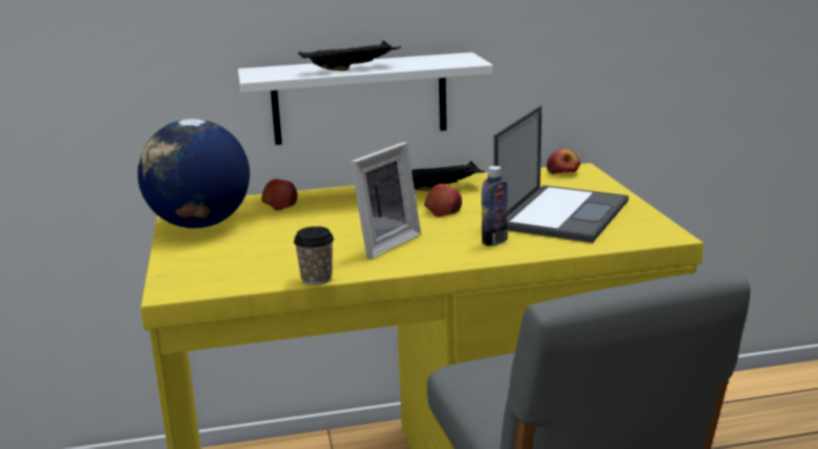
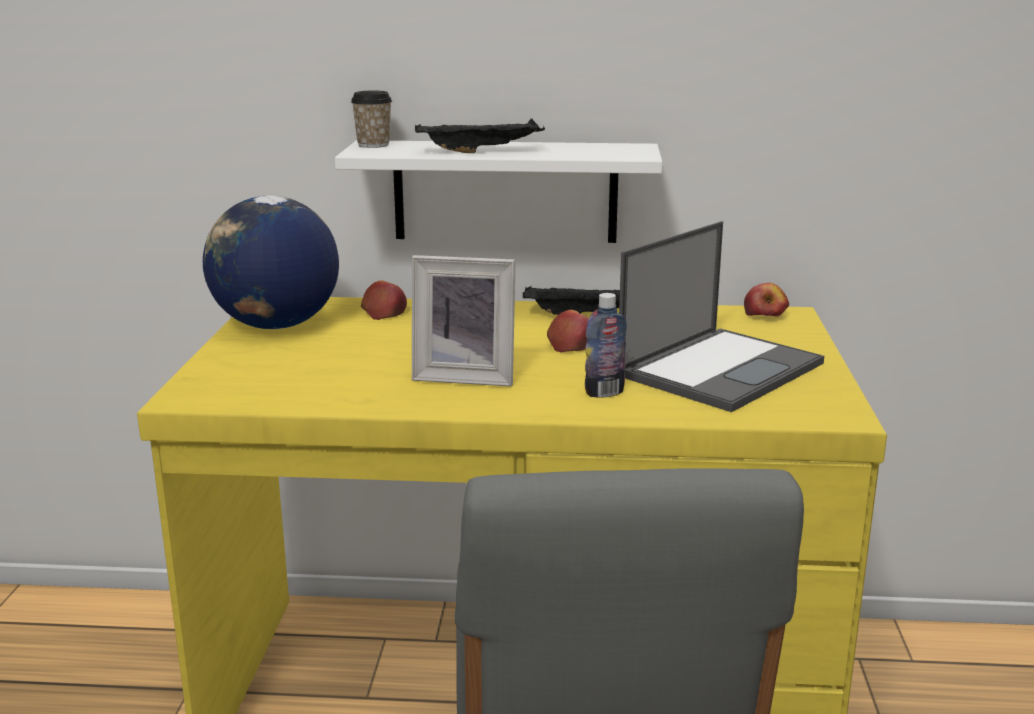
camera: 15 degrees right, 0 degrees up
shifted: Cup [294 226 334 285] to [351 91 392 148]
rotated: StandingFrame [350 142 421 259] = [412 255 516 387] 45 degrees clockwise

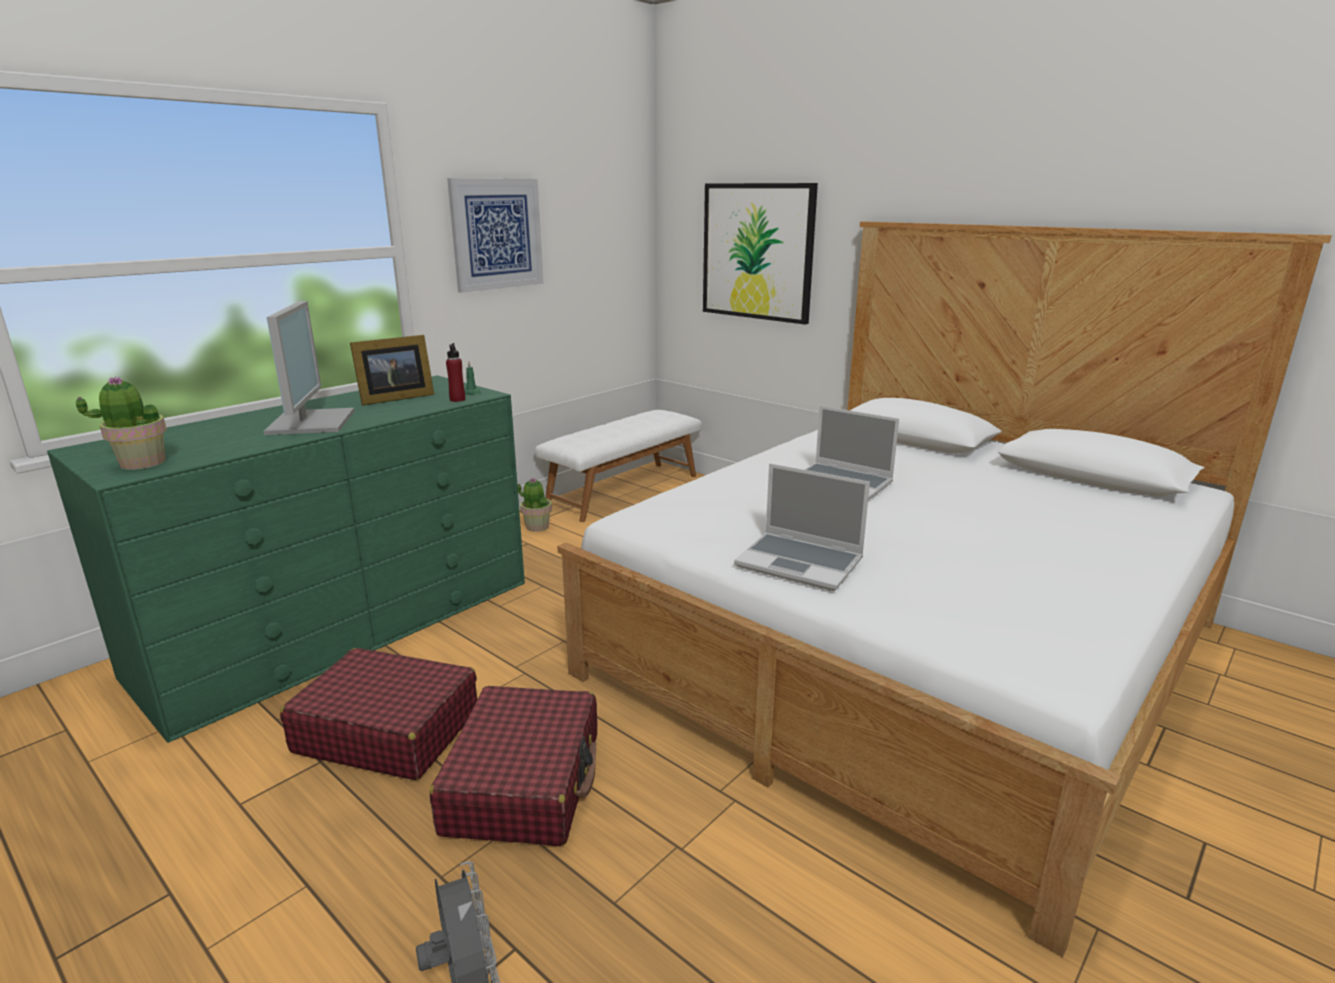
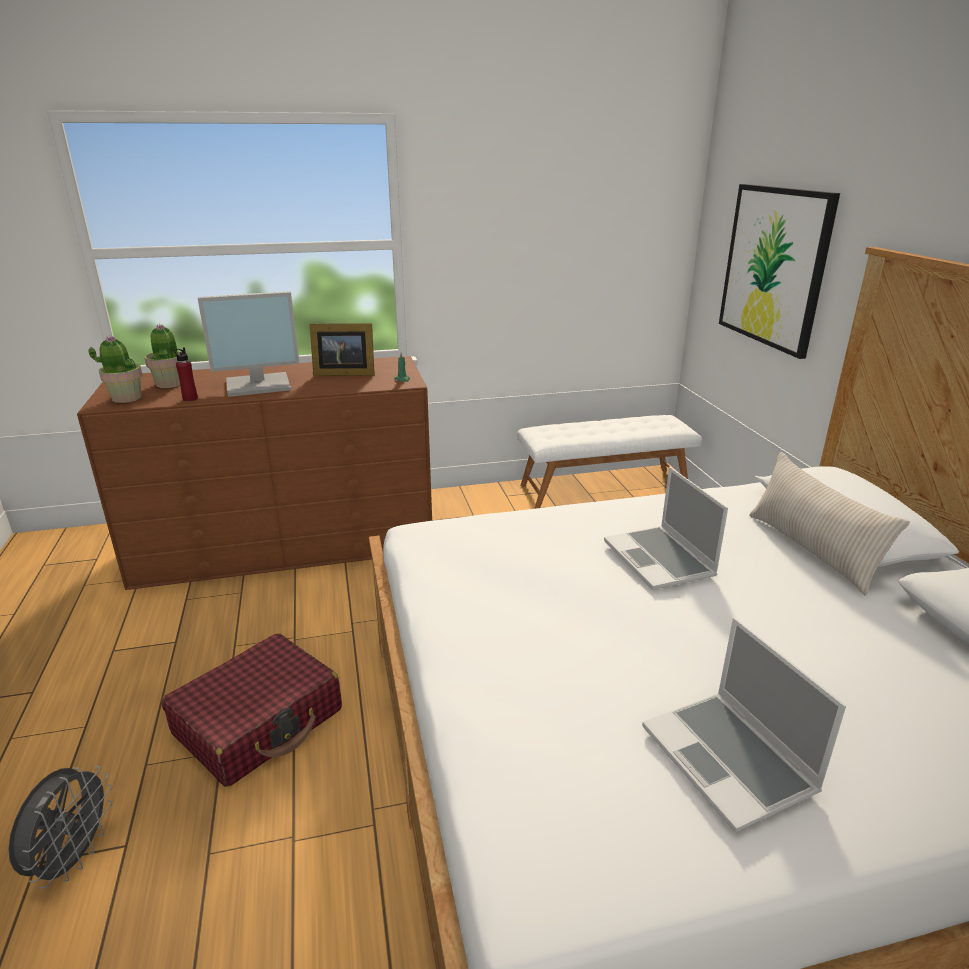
camera: 35 degrees right, 5 degrees up
gone: ReddishTravelCase [280 648 477 780]; WallArt [447 178 543 293]
new: BeigePillow [749 452 910 596]
shifted: Houseplant [517 478 552 532] to [144 324 182 388]; ReddishDrinkBottle [446 343 465 402] to [174 347 198 401]; PortableComputer [734 463 870 591] to [642 618 846 832]
repainted: GreenDrawerChest [47 375 525 743] to BrownColouredDrawerChest [77 356 432 590]
rotated: ComputerScreen [264 301 355 435] = [198 291 300 397] 45 degrees clockwise

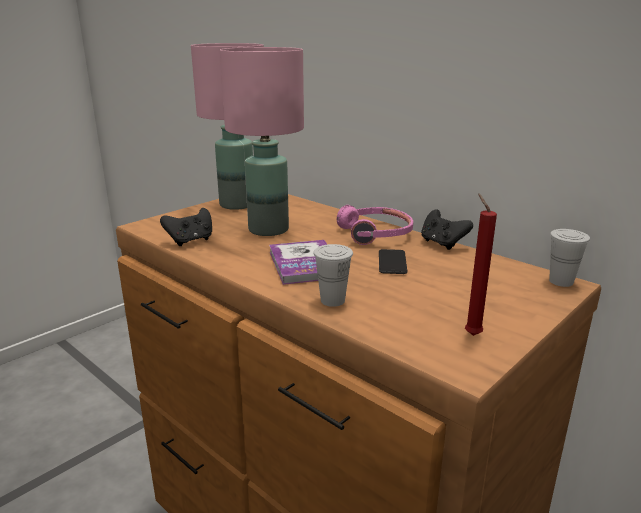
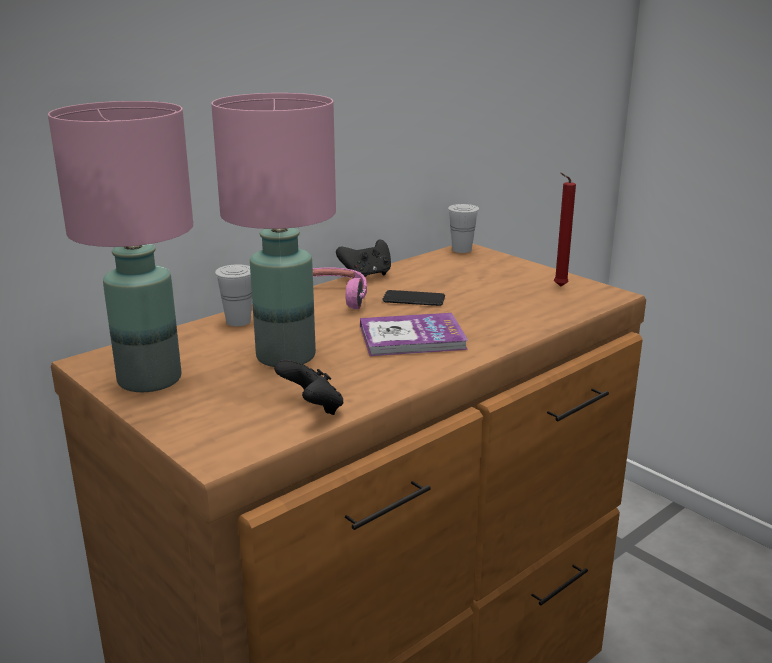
camera: 85 degrees left, 0 degrees up
shifted: WhiteCup [314 244 353 307] to [215 264 252 326]

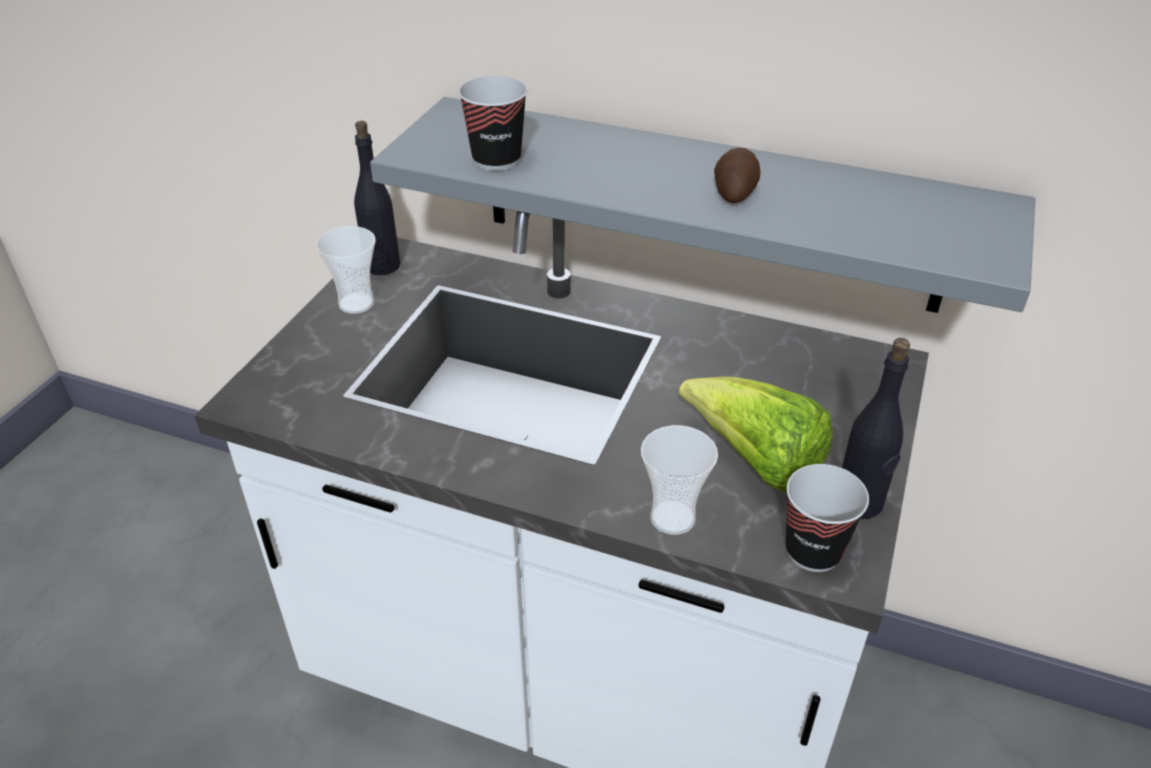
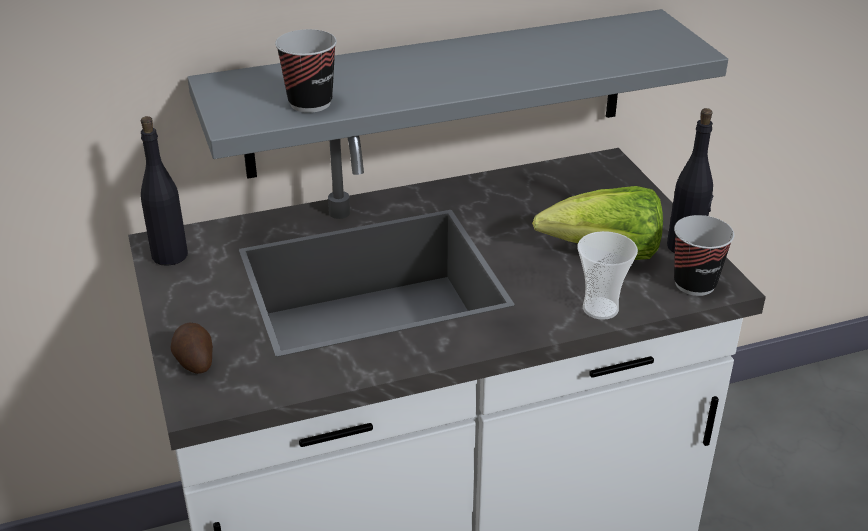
camera: 40 degrees left, 5 degrees down
gone: Cup [316 226 376 314]
shifted: WholePotato [714 148 761 203] to [170 323 213 374]

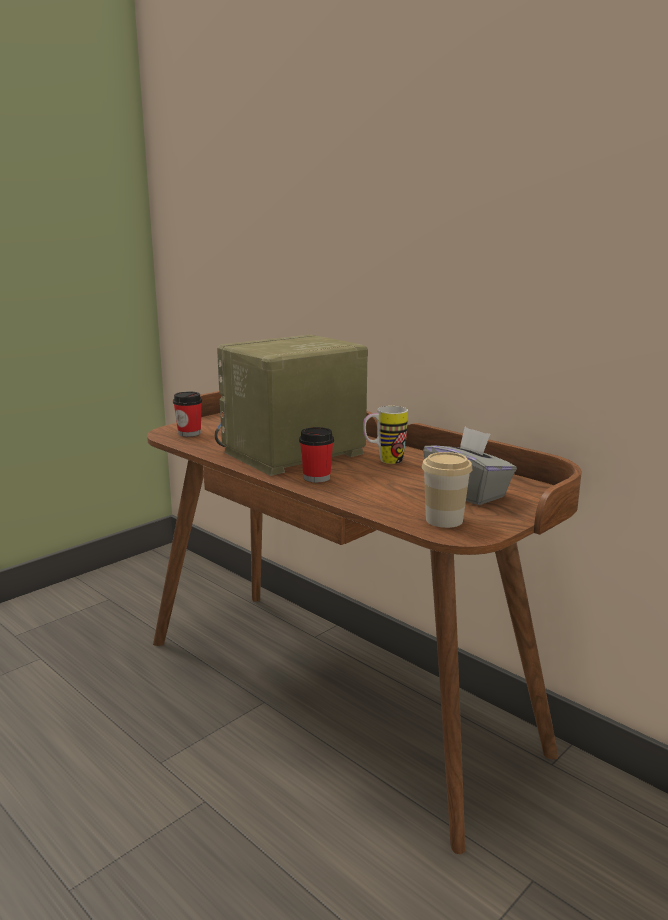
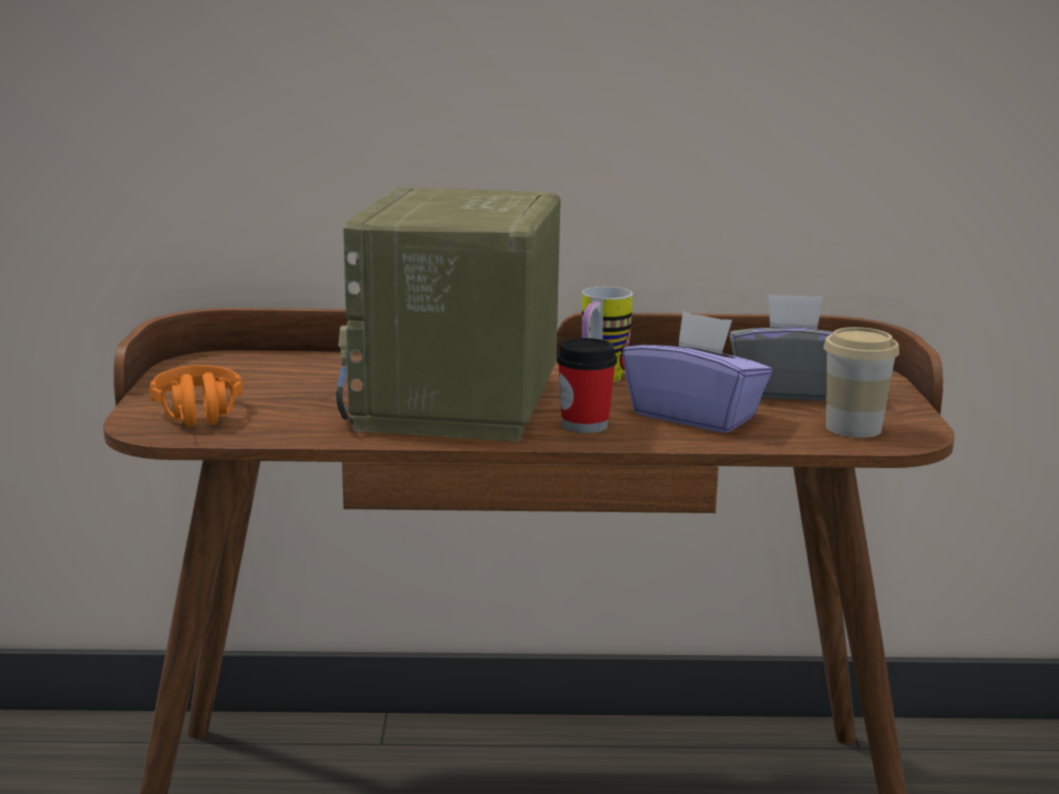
camera: 45 degrees left, 0 degrees up
new: PurpleColouredTissueBox [623 311 772 433]
swapped: Cup [173 392 202 437] to OrangeColouredHeadphones [149 365 243 427]

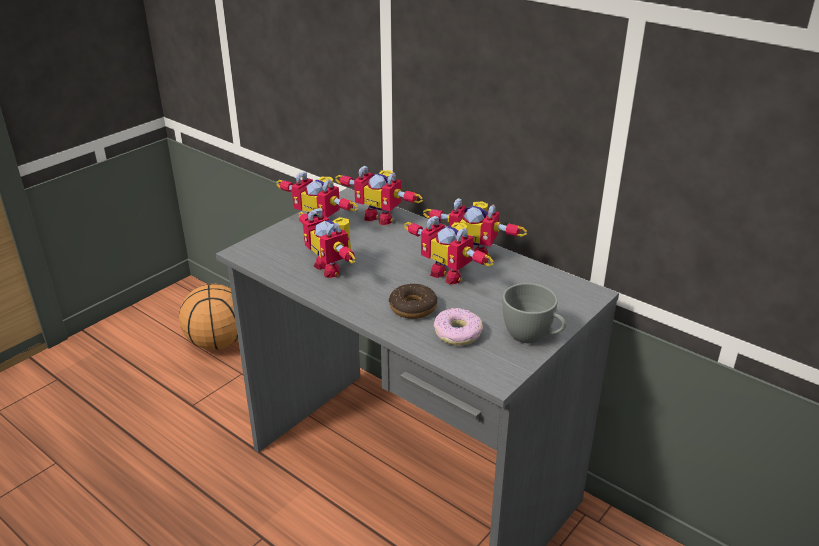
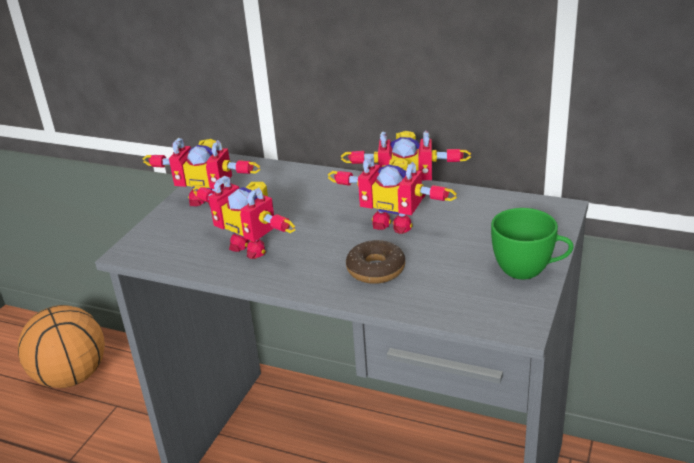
camera: 15 degrees left, 0 degrees up
gone: RobotFigure [335 166 423 225]; RingDoughnut [434 308 483 346]
repainted: GreyCup [503 283 566 343] to GreenCup [491 208 574 279]

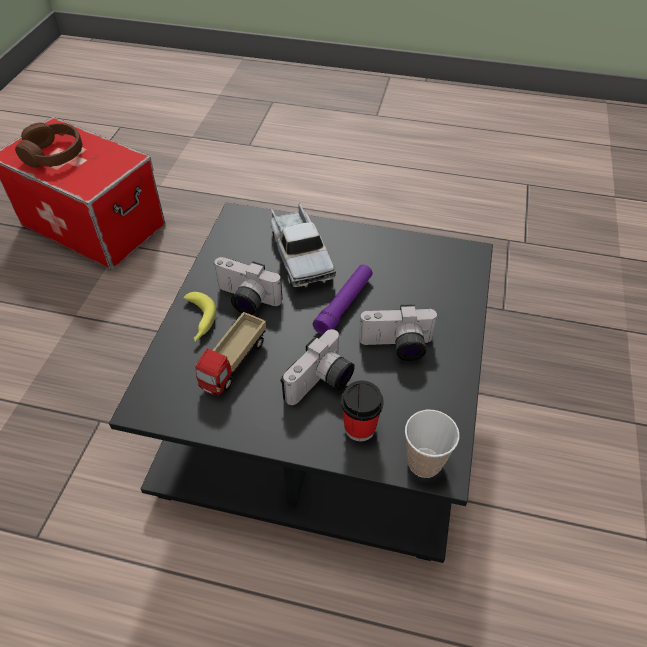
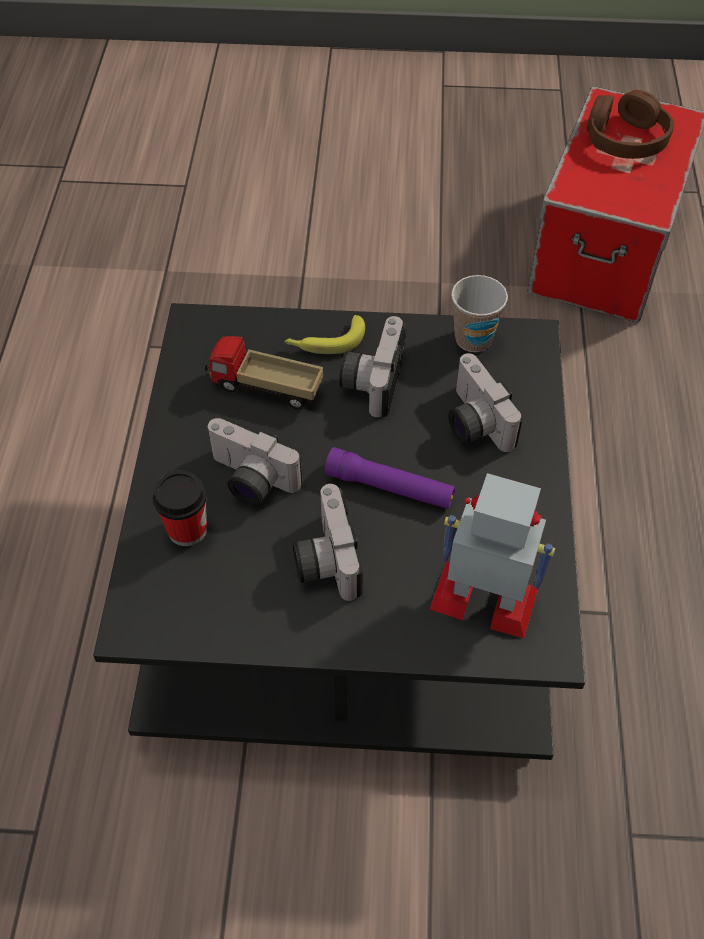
camera: 80 degrees right, 5 degrees up
new: RobotFigure [430 473 555 638]
shifted: Cup [405 410 460 478] to [451 275 508 352]
swapped: ModelTruck [271 203 336 288] to PhotoCamera [448 353 523 452]

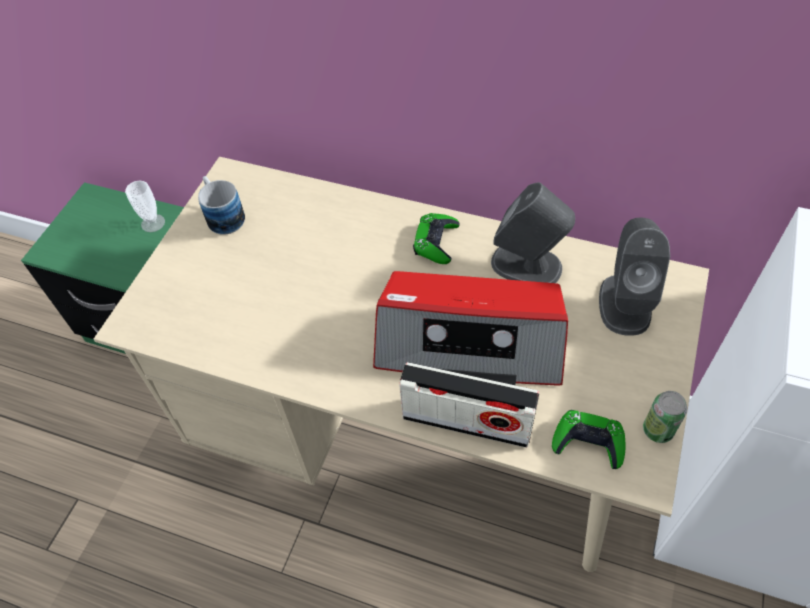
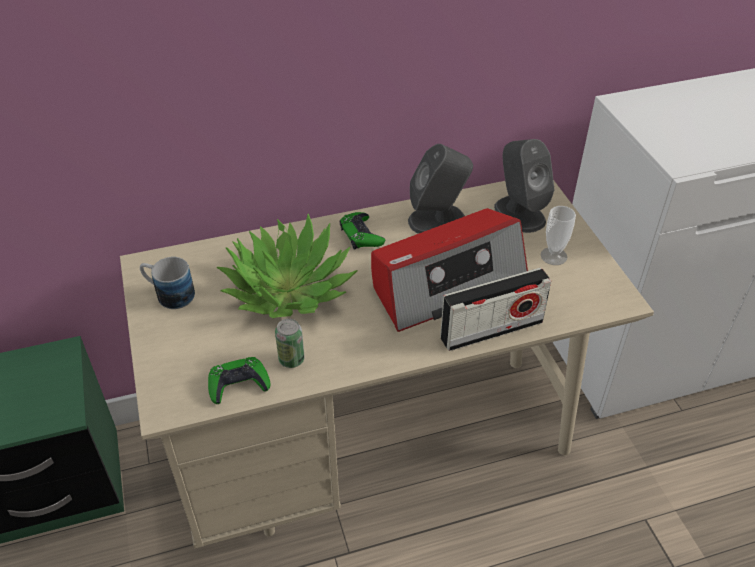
camera: 40 degrees left, 10 degrees down
new: Houseplant [216 214 357 318]
shifted: GreenJoypad [552 410 625 469] to [208 357 271 404]; Can [643 391 687 443] to [275 319 305 368]; Cup [125 181 165 232] to [540 206 576 265]

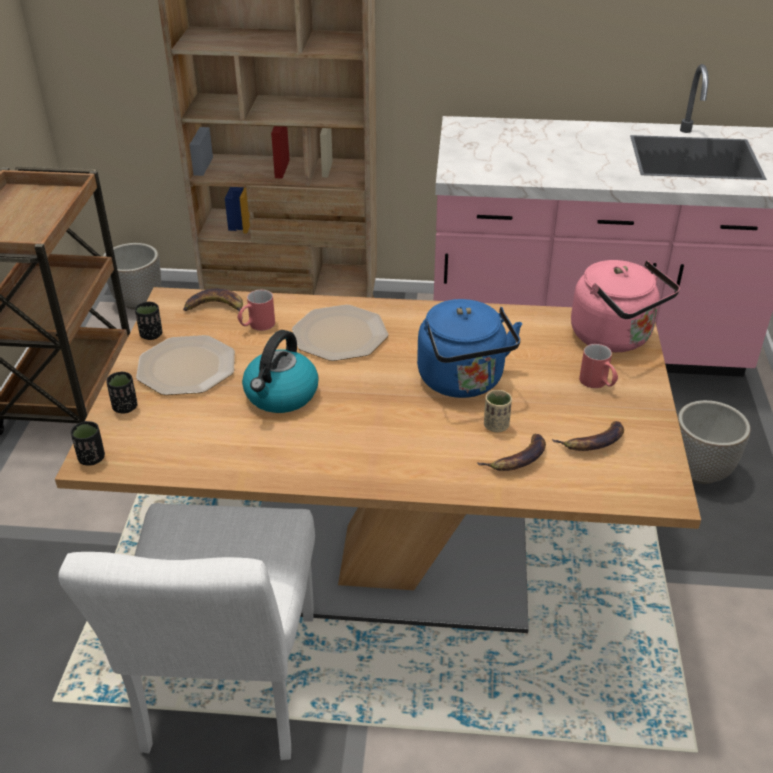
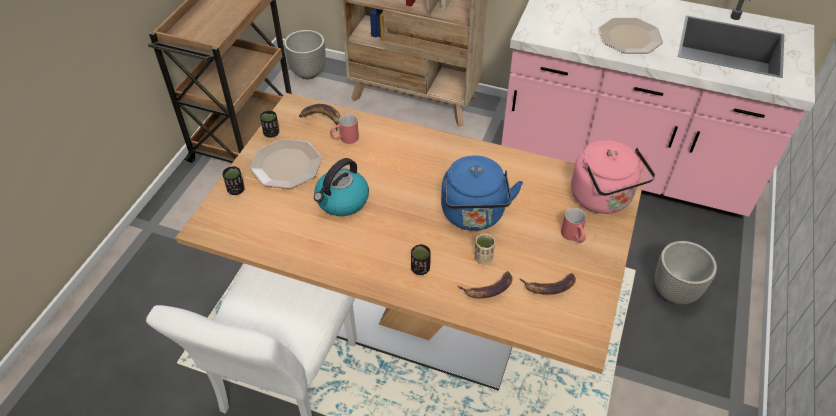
camera: 15 degrees right, 10 degrees up
shifted: BlackColouredCup [71 421 105 466] to [411 244 431 275]; Plate [292 305 388 361] to [599 18 663 53]

